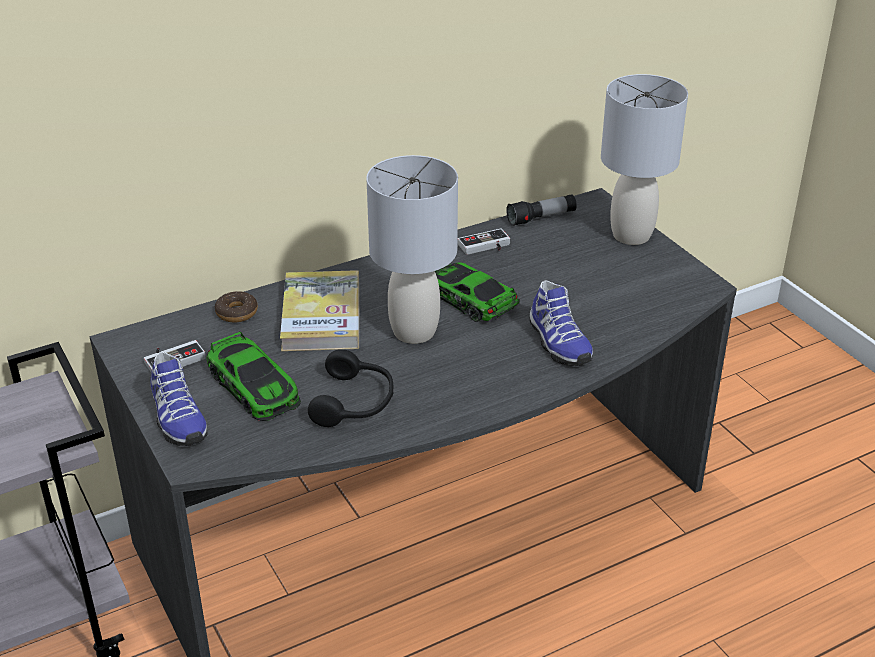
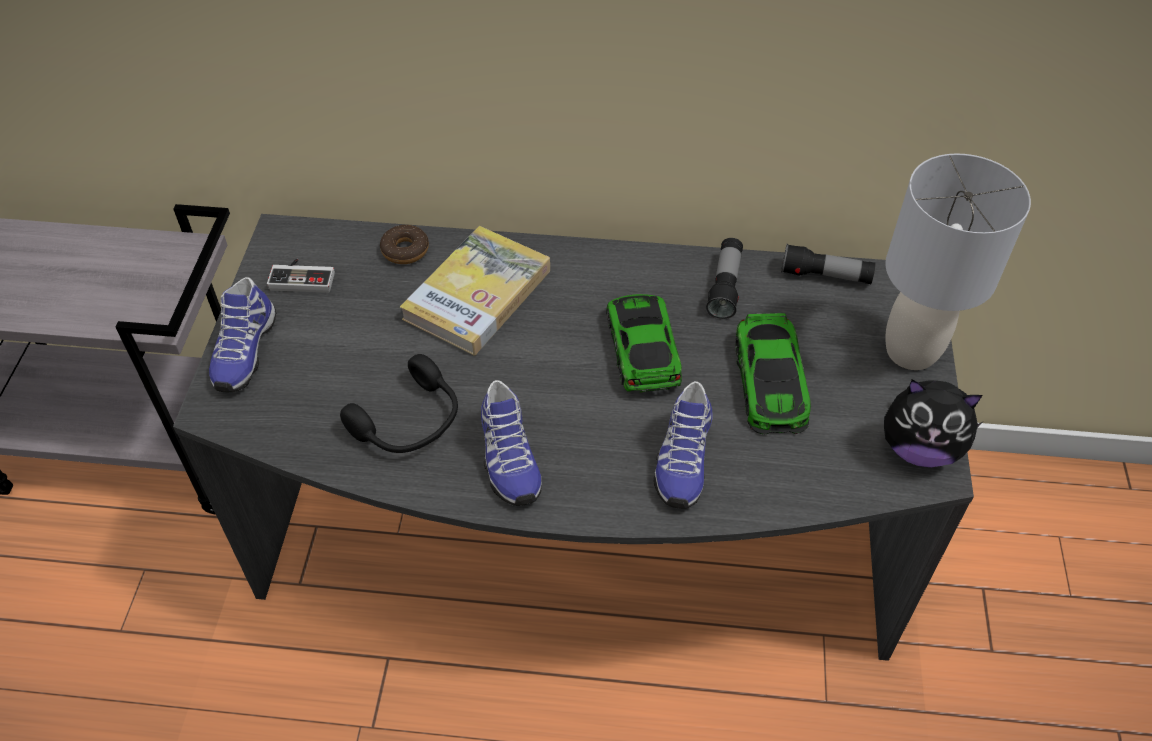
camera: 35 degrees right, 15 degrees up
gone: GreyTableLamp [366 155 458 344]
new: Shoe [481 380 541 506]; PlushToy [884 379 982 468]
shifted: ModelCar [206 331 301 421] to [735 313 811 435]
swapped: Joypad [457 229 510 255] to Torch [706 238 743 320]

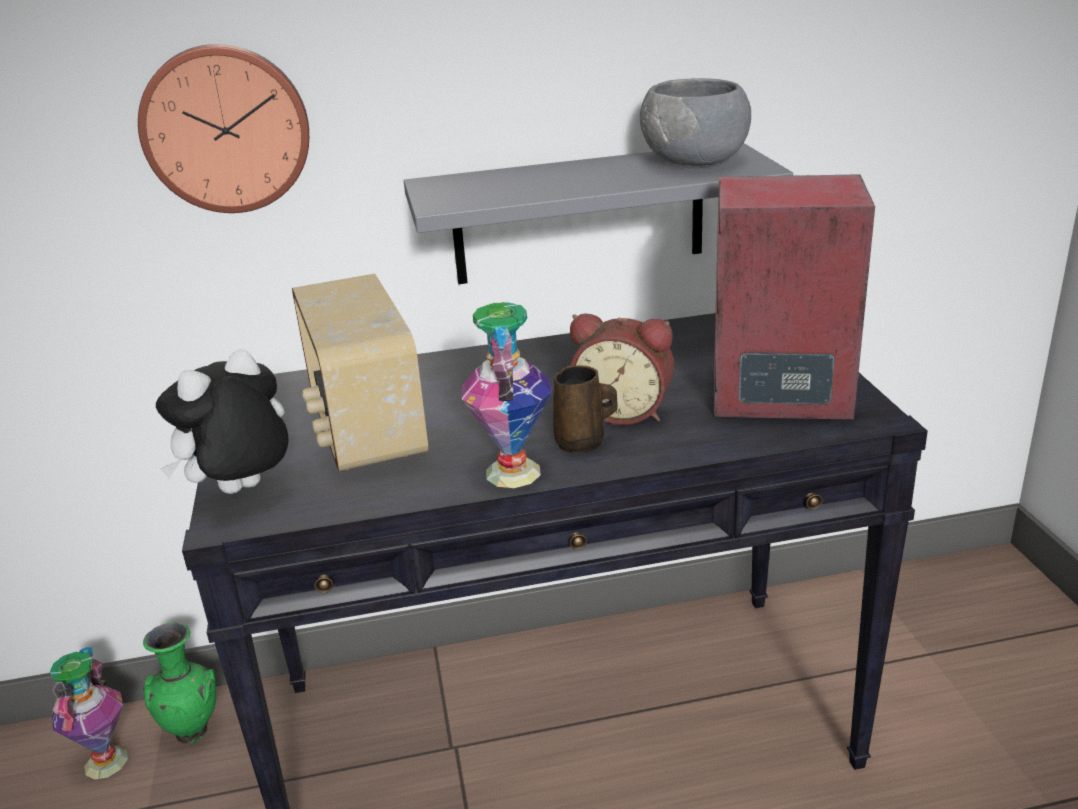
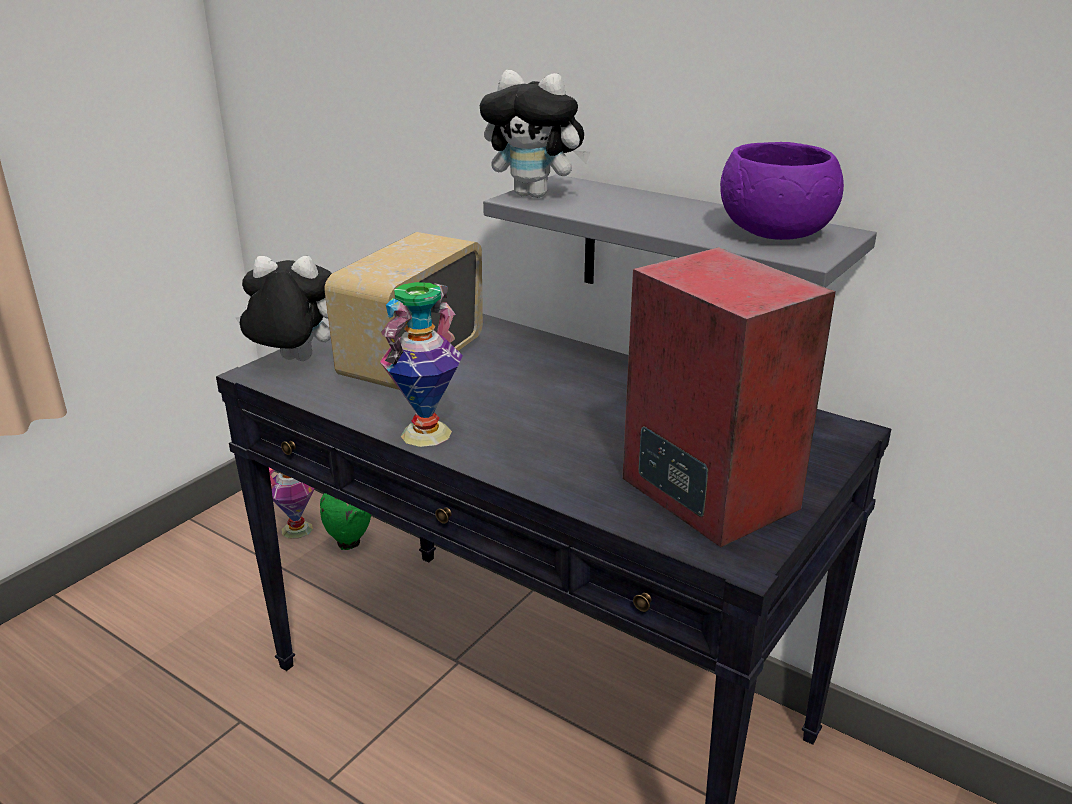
camera: 45 degrees right, 0 degrees up
gone: ClockOnTheWall [138 44 309 213]; BrownColouredMug [553 365 618 452]; BedsideClock [570 314 674 425]
new: PlushToy [480 70 591 198]
repainted: GreyDeepDish [640 78 751 166] to PurpleColouredDeepDish [720 142 844 240]

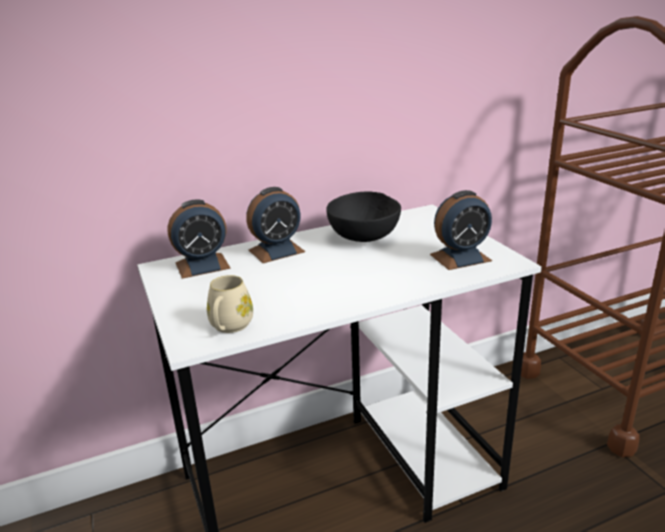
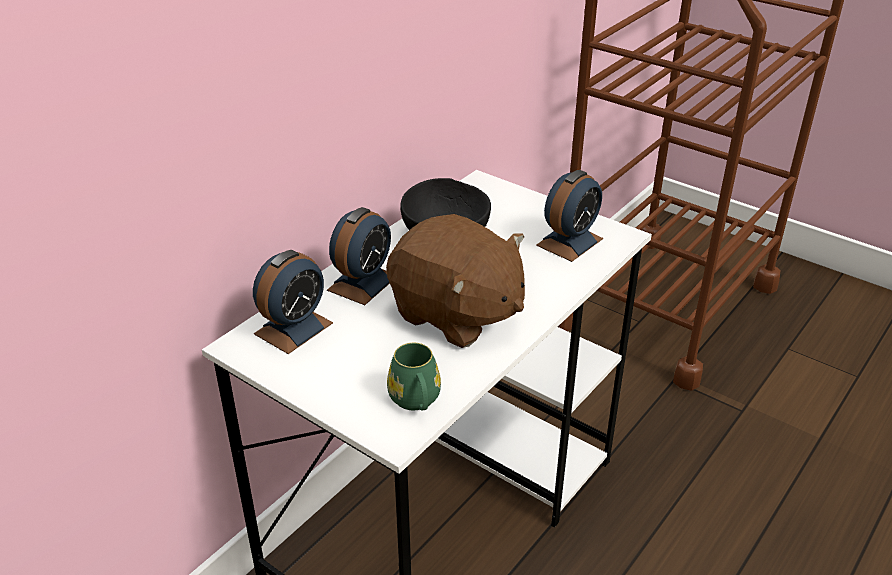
camera: 30 degrees left, 10 degrees up
new: BrownColouredPlushToy [386 214 525 348]
repainted: BeigeMug [207 275 253 333] to GreenMug [387 343 441 411]

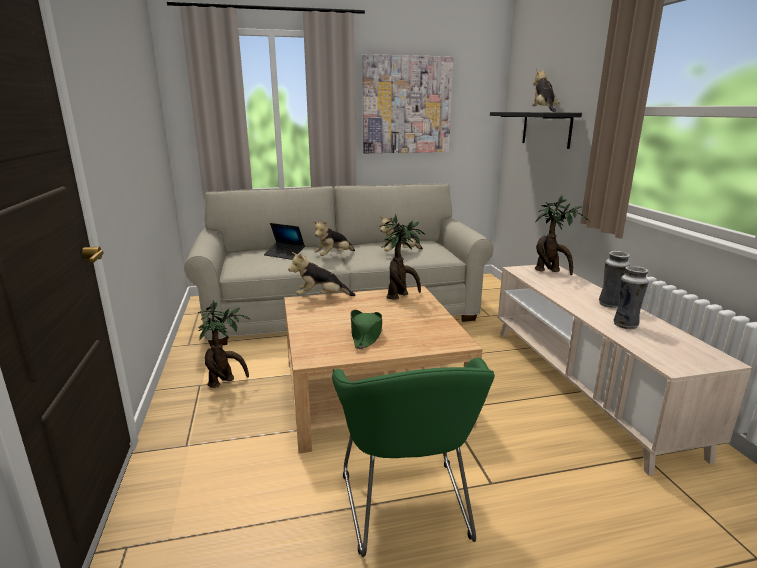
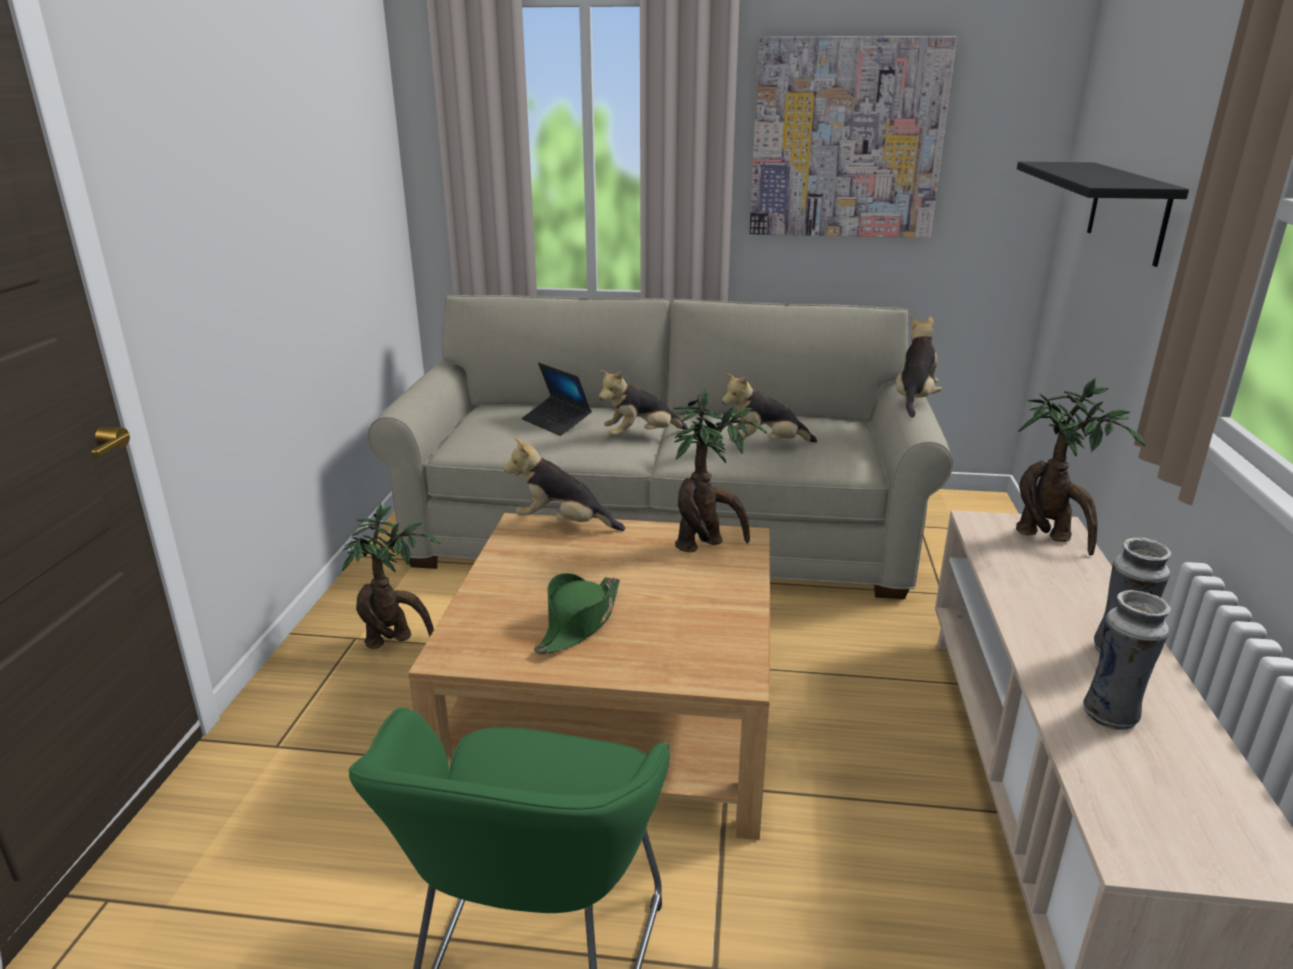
camera: 20 degrees right, 5 degrees up
shifted: PlushToy [532 69 560 112] to [896 316 942 418]

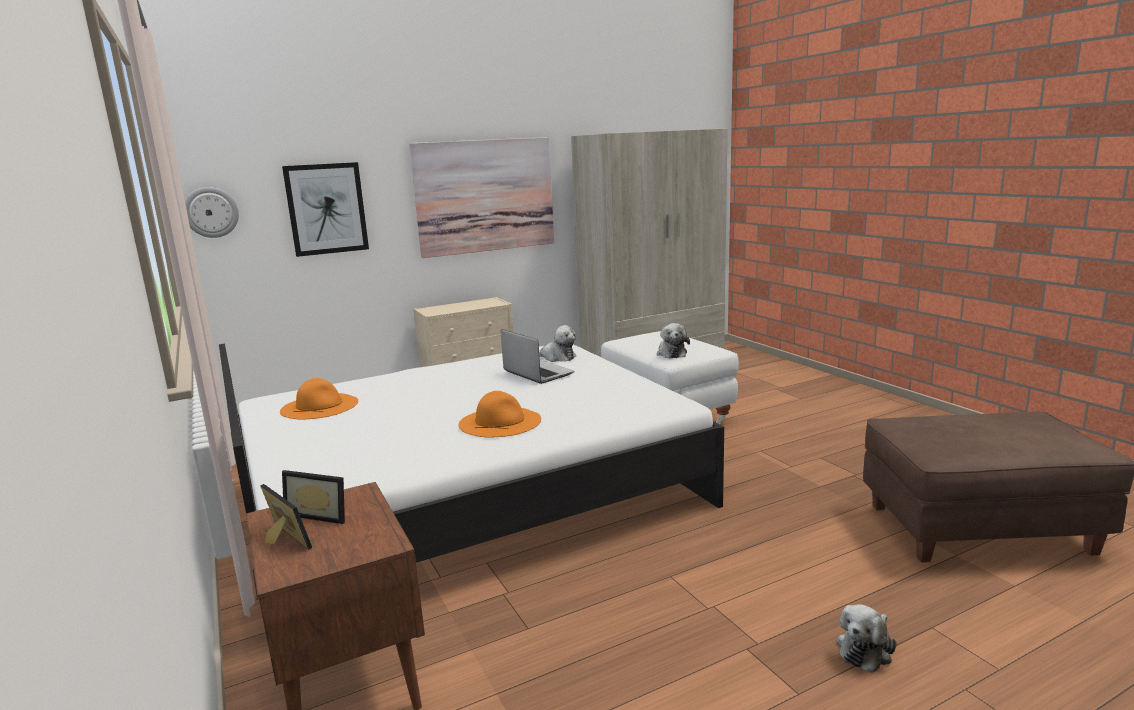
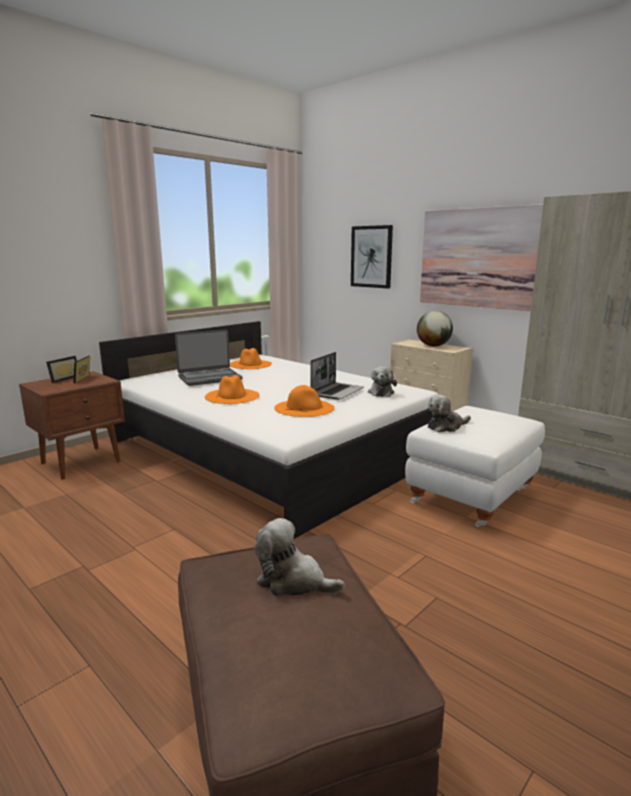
camera: 70 degrees right, 0 degrees up
gone: ClockOnTheWall [185 187 239 238]
new: PortableComputer [175 330 243 386]; OrangeColouredWearableHat [274 385 334 417]; DeskGlobe [417 311 453 346]
shifted: PlushToy [837 604 897 673] to [254 518 345 596]

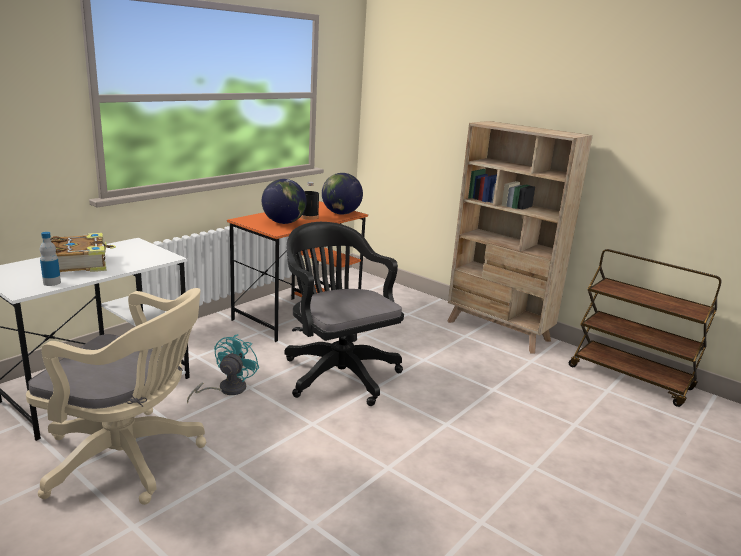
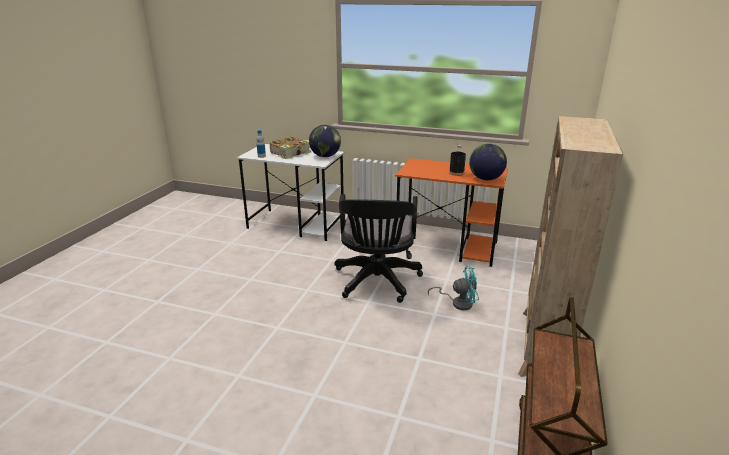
camera: 70 degrees right, 5 degrees up
gone: BeigeDeskChair [26 288 206 505]
shifted: DeskGlobe [262 179 307 224] to [309 125 341 157]; TurquoiseColouredElectricFan [187 334 260 403] to [428 266 479 310]
rotated: BlackColouredDeskChair [284 222 404 406] = [335 194 423 303] 150 degrees clockwise

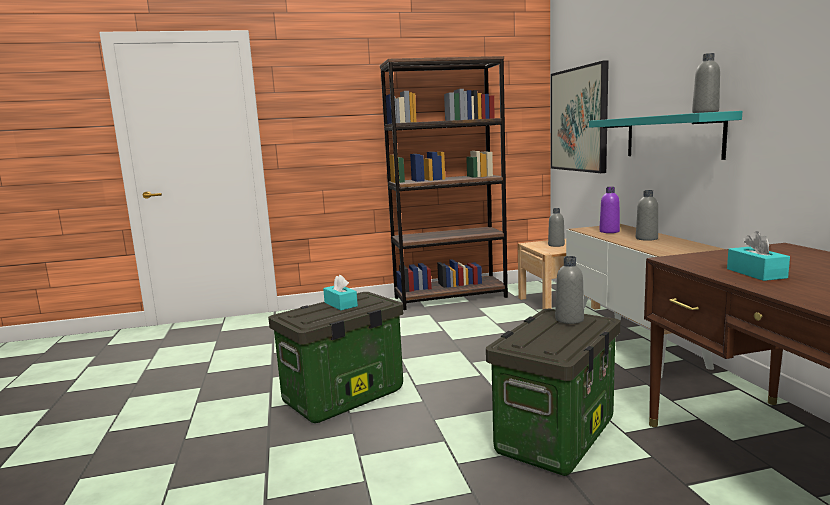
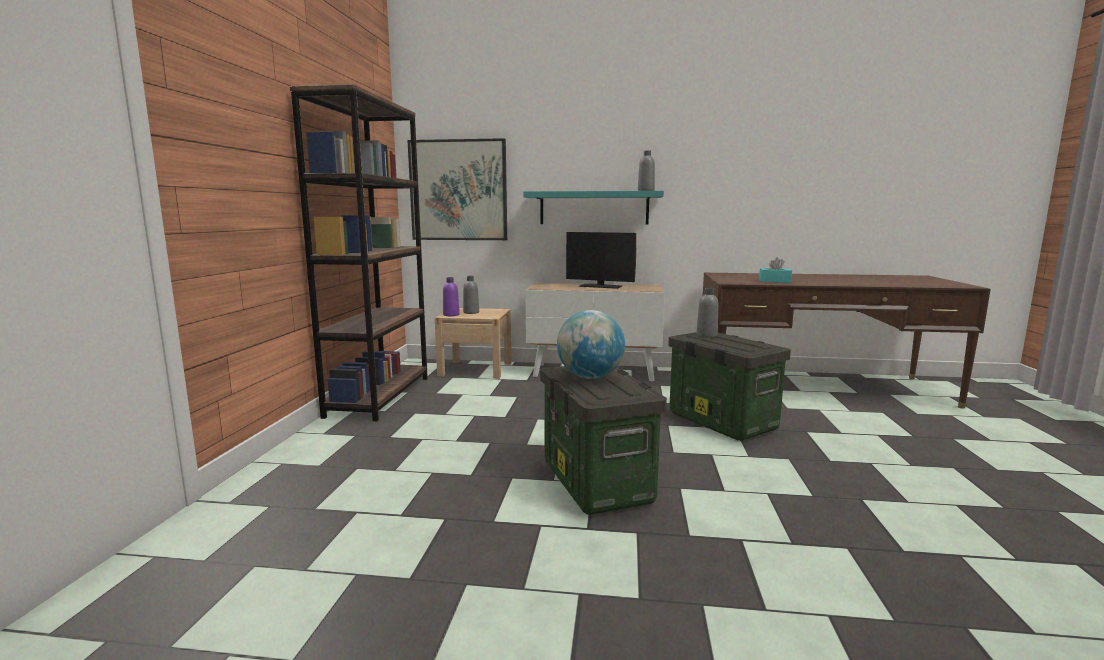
camera: 70 degrees left, 0 degrees up
shifted: PurpleColouredDrinkBottle [599 187 620 233] to [443 277 460 316]
swapped: TurquoiseColouredTissueBox [323 275 358 310] to DeskGlobe [557 310 625 379]; GreyDrinkBottle [636 190 658 241] to ComputerScreen [566 232 636 289]

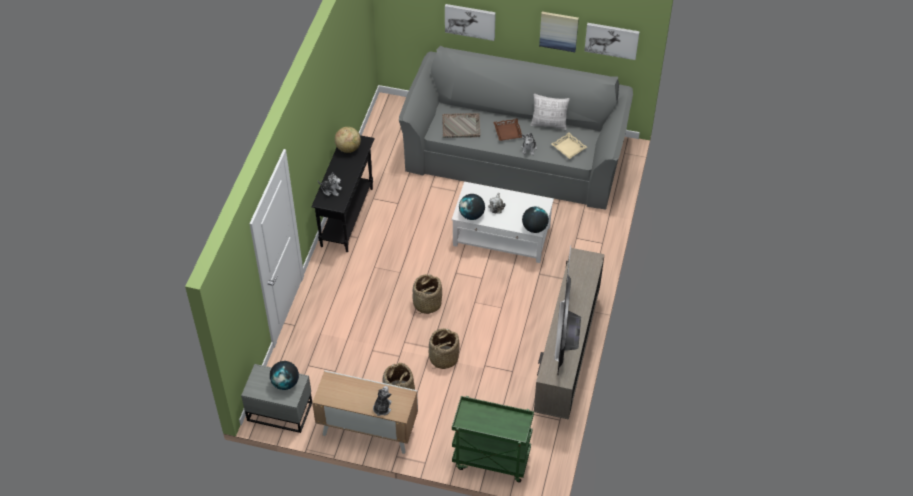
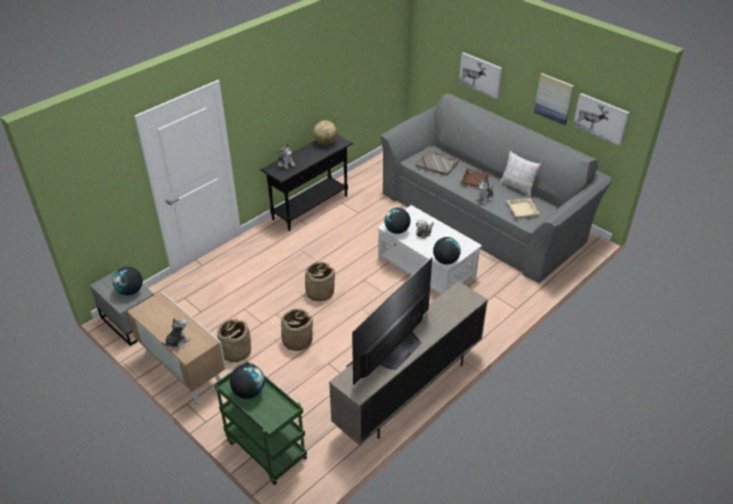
camera: 30 degrees right, 10 degrees down
new: DeskGlobe [230 364 265 399]

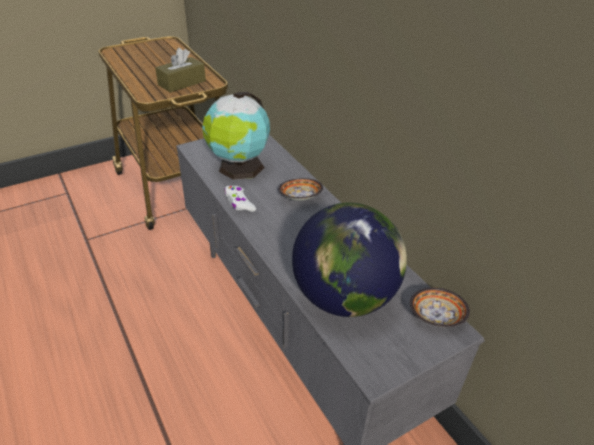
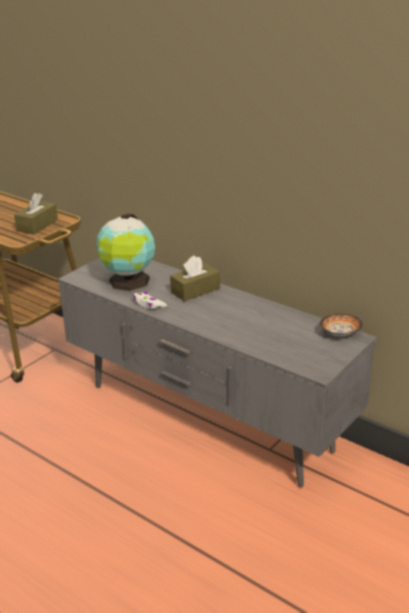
camera: 20 degrees left, 10 degrees down
gone: DeskGlobe [292 203 407 317]
swapped: DeepDish [278 178 323 201] to BrownColouredTissueBox [170 255 220 302]

